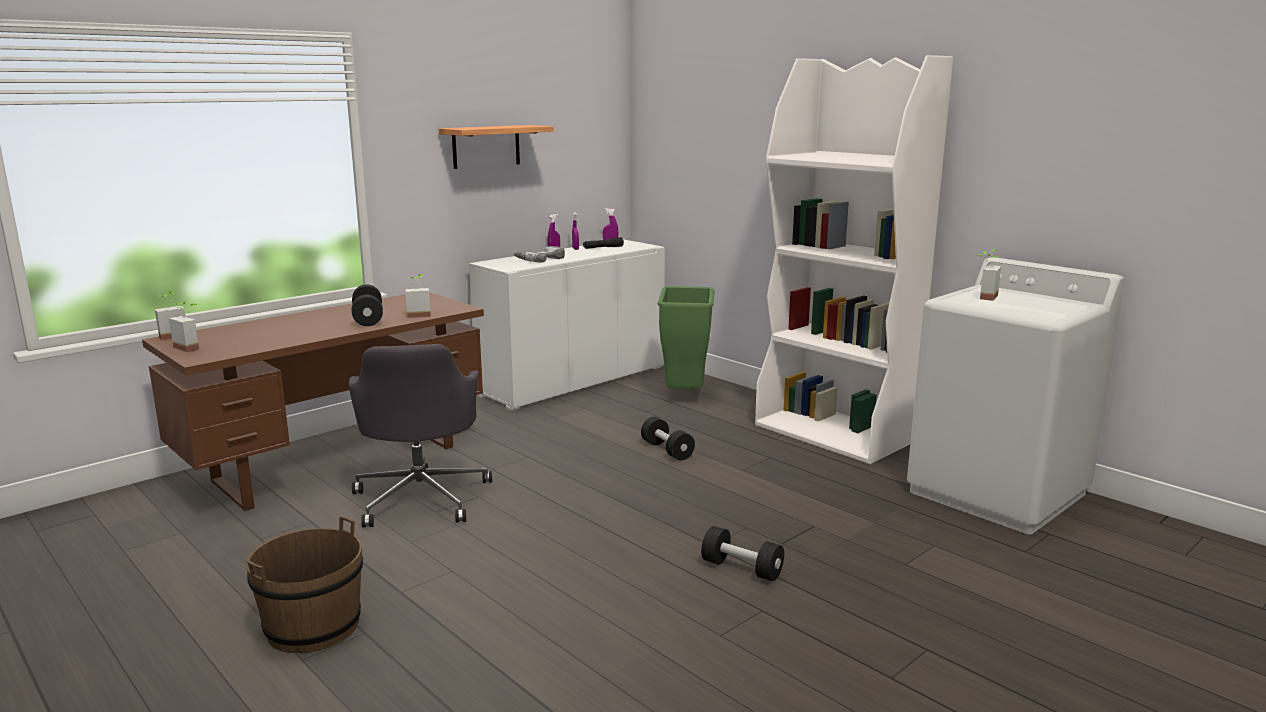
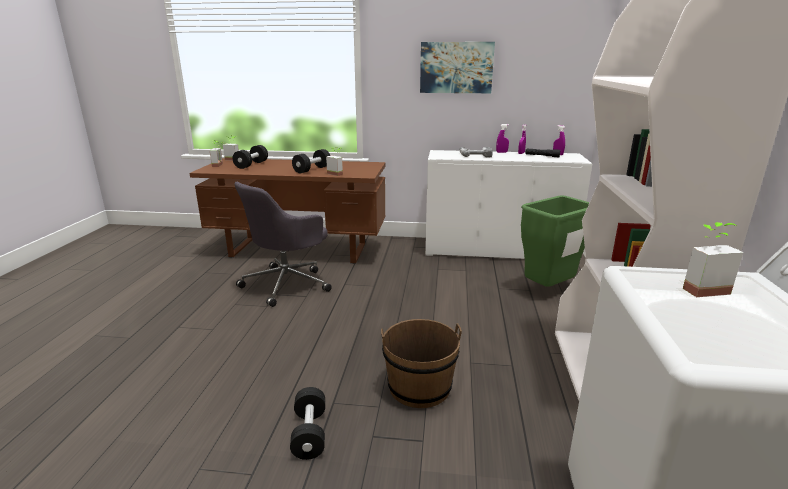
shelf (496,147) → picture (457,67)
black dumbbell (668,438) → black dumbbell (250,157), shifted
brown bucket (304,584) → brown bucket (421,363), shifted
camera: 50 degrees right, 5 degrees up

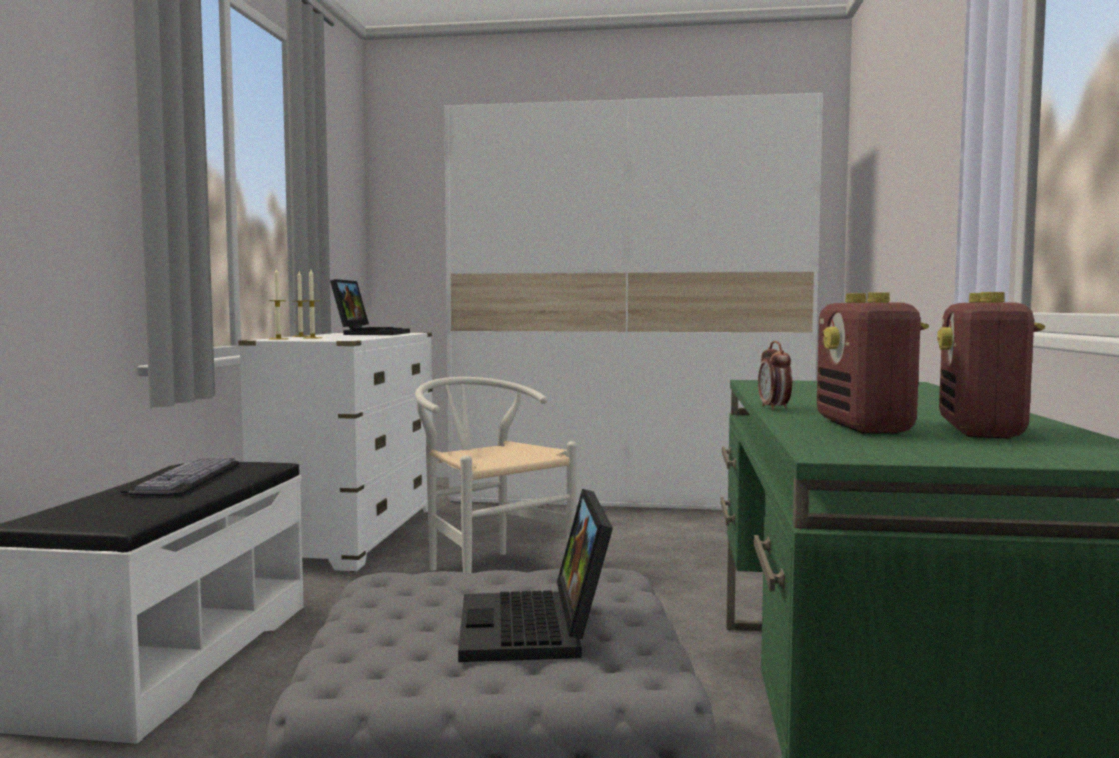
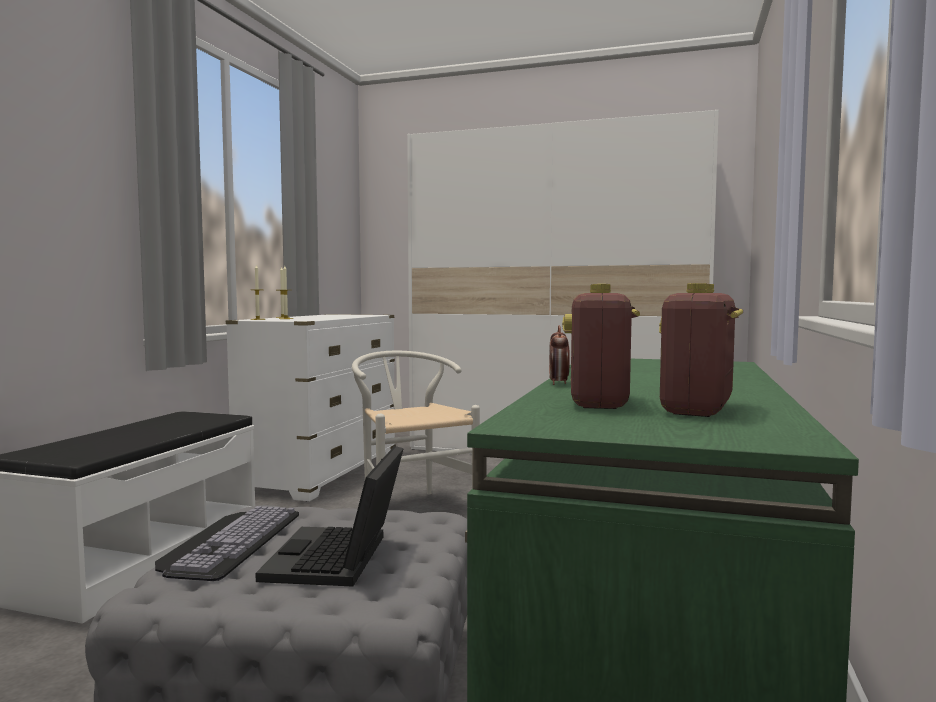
laptop (370,307) → -
keyboard (178,476) → keyboard (227,543), shifted
camera: 10 degrees right, 0 degrees up

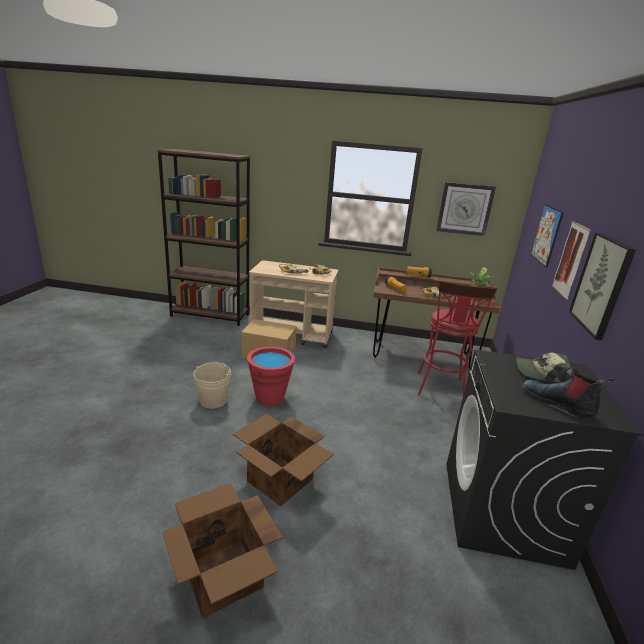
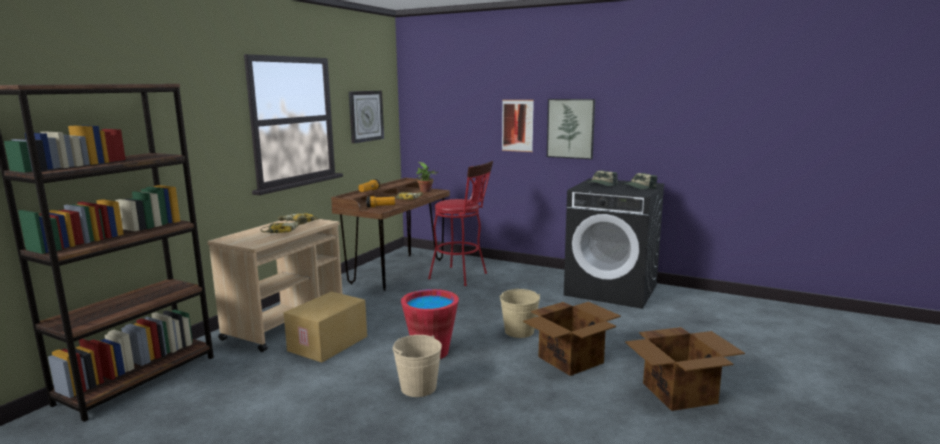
picture (547,236) → -
boot (569,393) → cap (639,181)
- → beige bucket (519,313)
camera: 70 degrees left, 10 degrees down

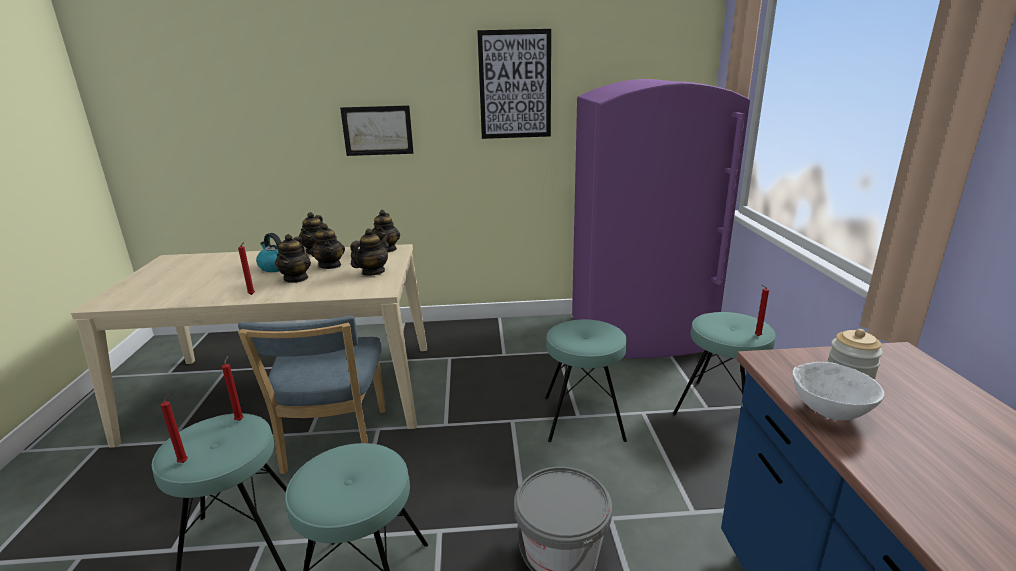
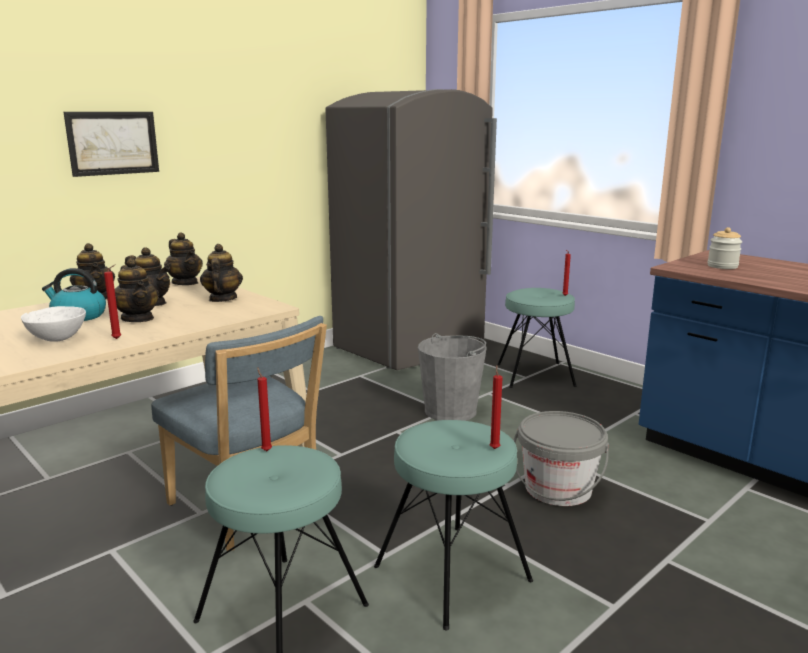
picture (514,84) → -
purple fridge (661,218) → grey fridge (411,229)
turquoise stool (586,380) → grey bucket (452,377)
white bowl (838,391) → white bowl (53,324), shifted
red candle (174,427) → red candle (496,407), shifted
camera: 40 degrees left, 5 degrees down

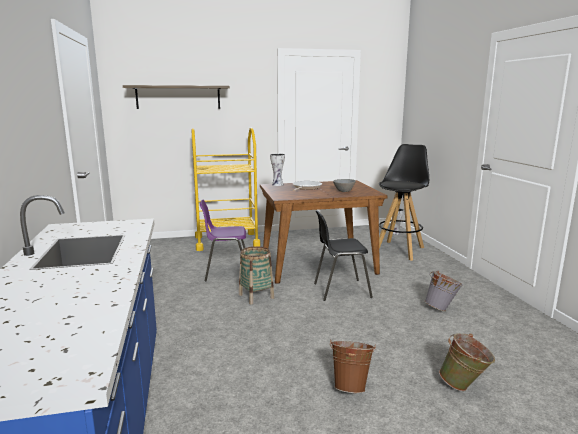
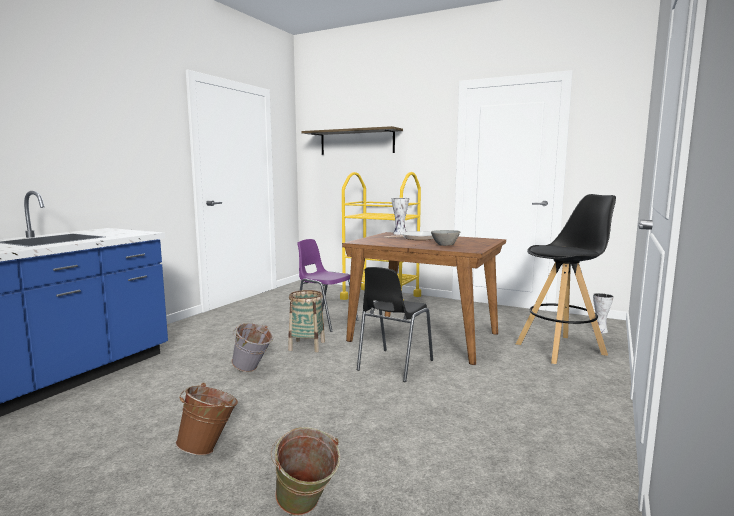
black chair (343,255) → black chair (395,324), 90 degrees counterclockwise
grey bucket (444,290) → grey bucket (252,347), shifted
camera: 40 degrees right, 5 degrees down

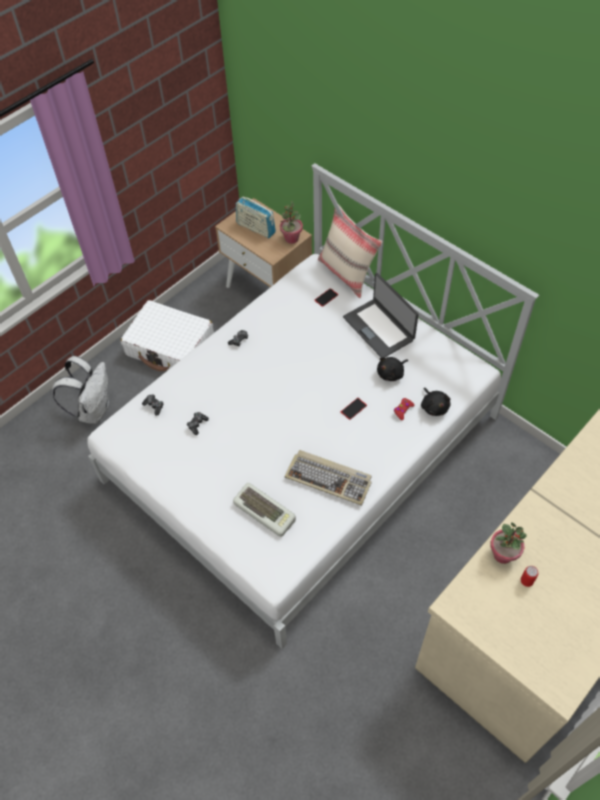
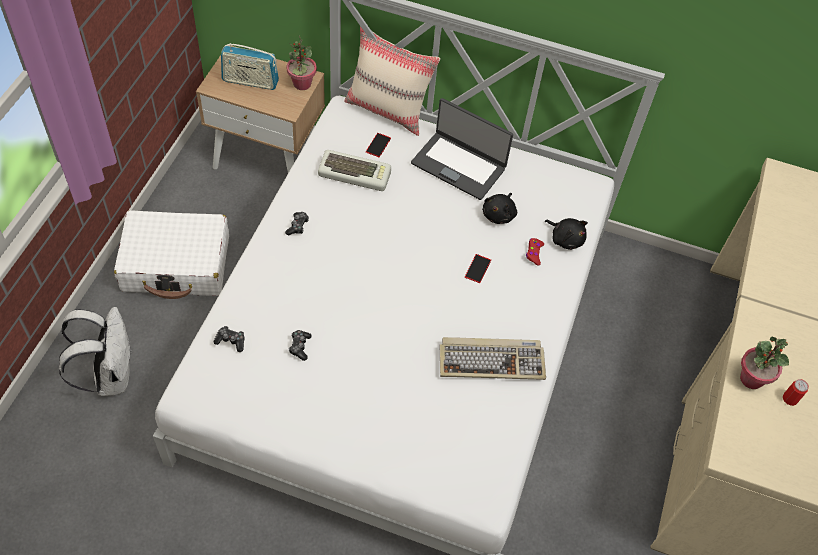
keyboard (264,510) → keyboard (354,170), shifted
camera: 30 degrees left, 0 degrees up

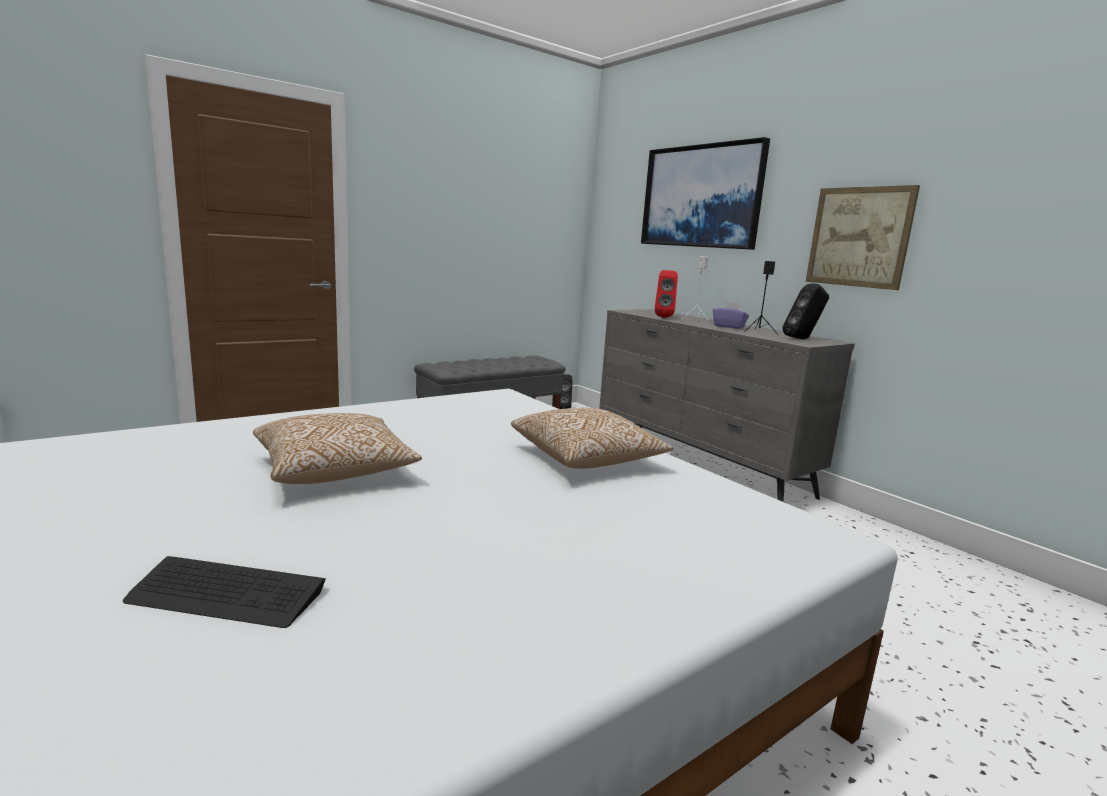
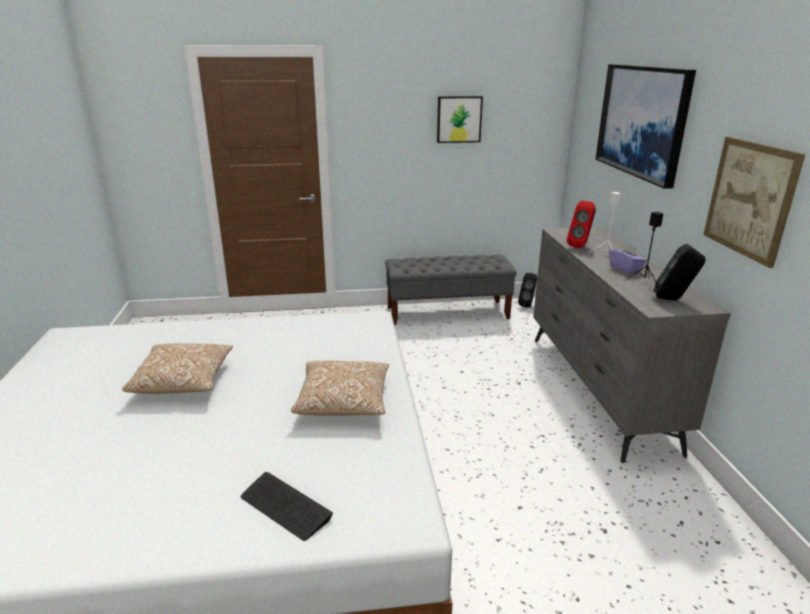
keyboard (224,592) → keyboard (287,506), shifted
- → picture (460,119)
camera: 30 degrees right, 10 degrees up

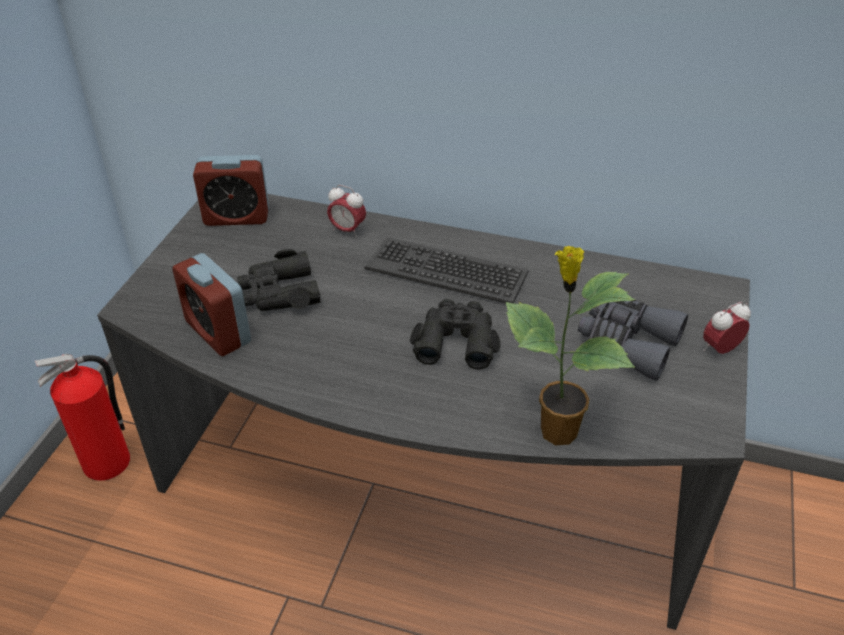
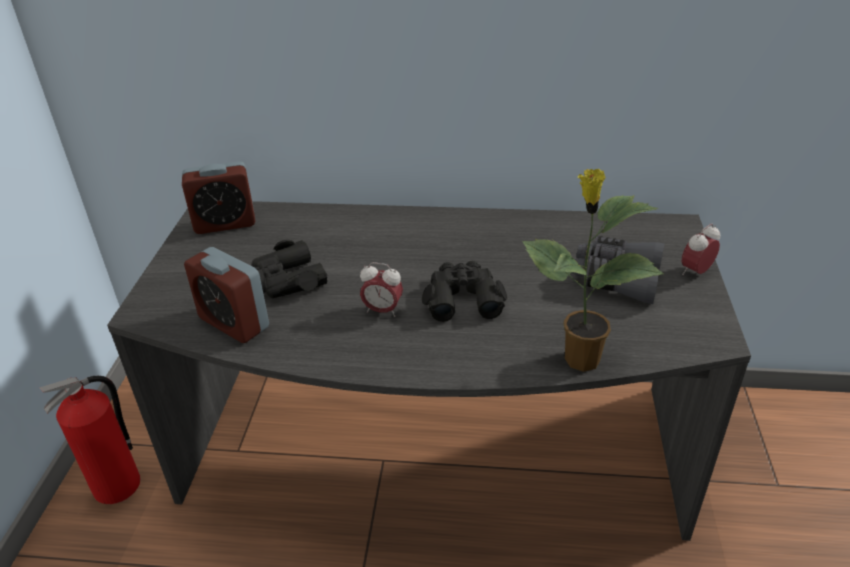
alarm clock (346,211) → alarm clock (381,289), shifted
keyboard (446,270) → -
camera: 10 degrees left, 5 degrees down

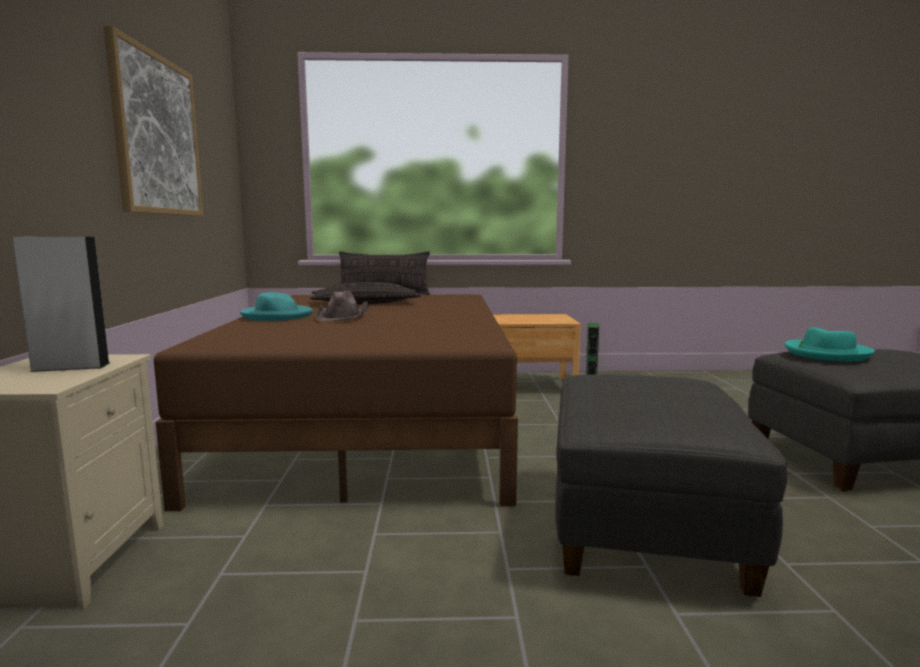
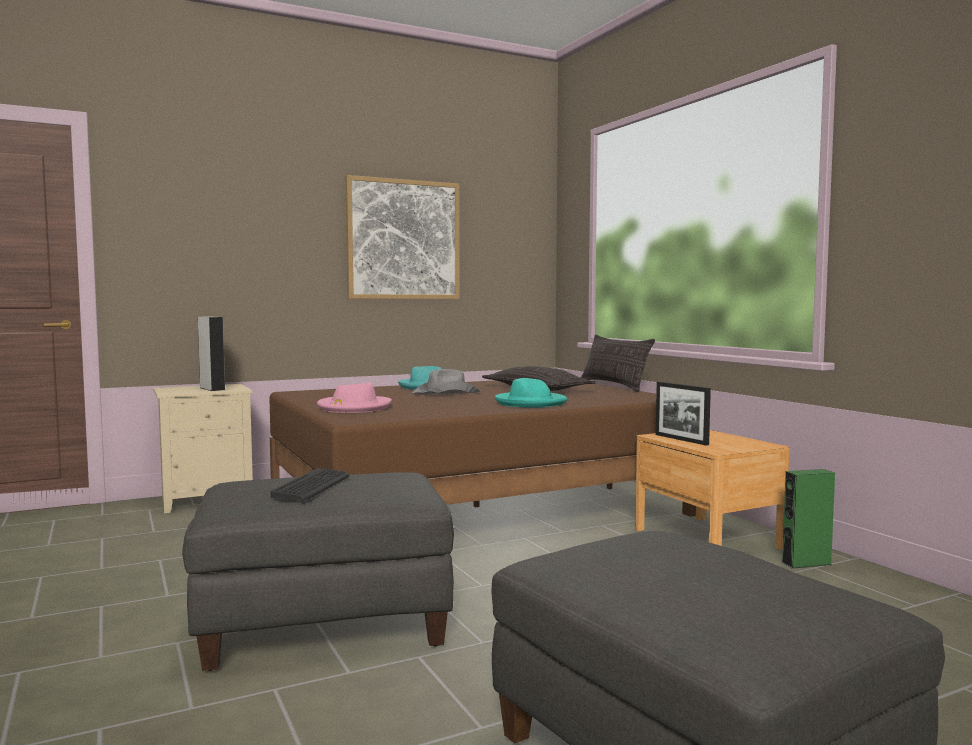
brown hat (342,306) → grey hat (446,382)
turquoise hat (829,344) → turquoise hat (531,393), shifted
- → pink hat (354,397)
- → picture frame (683,413)
- → keyboard (310,484)
camera: 65 degrees right, 5 degrees down

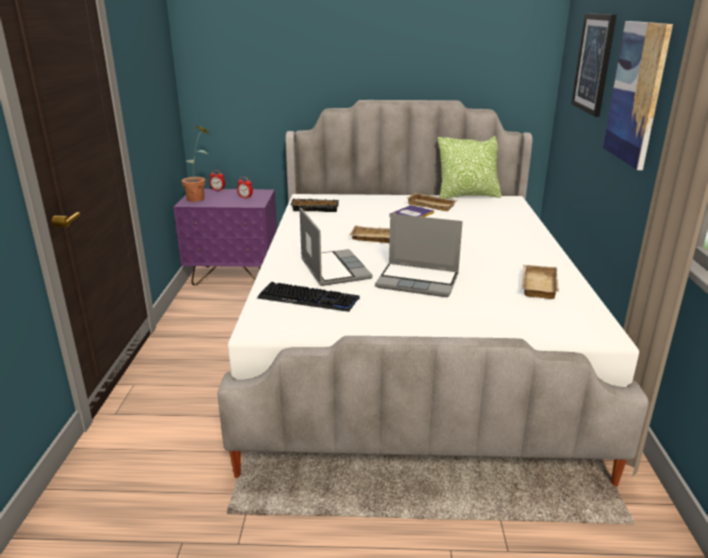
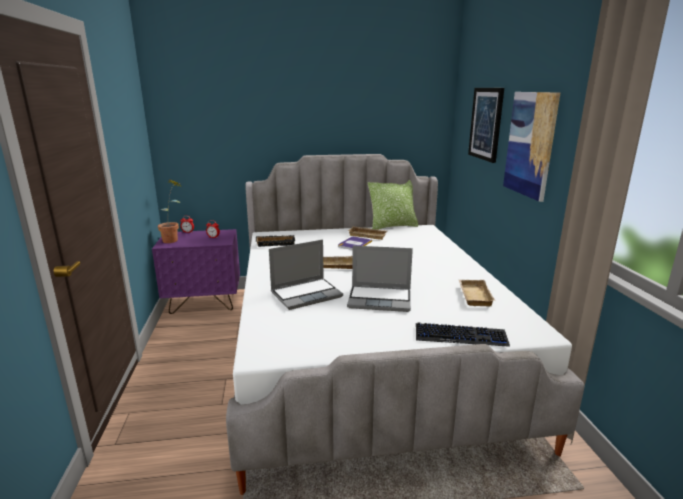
laptop (336,246) → laptop (306,275), 90 degrees clockwise
keyboard (308,297) → keyboard (463,335), shifted
camera: 10 degrees left, 5 degrees down

